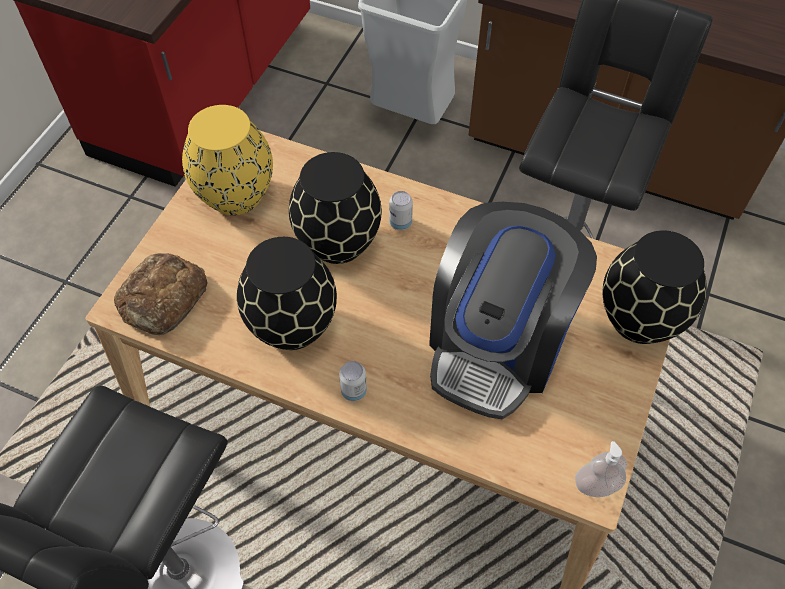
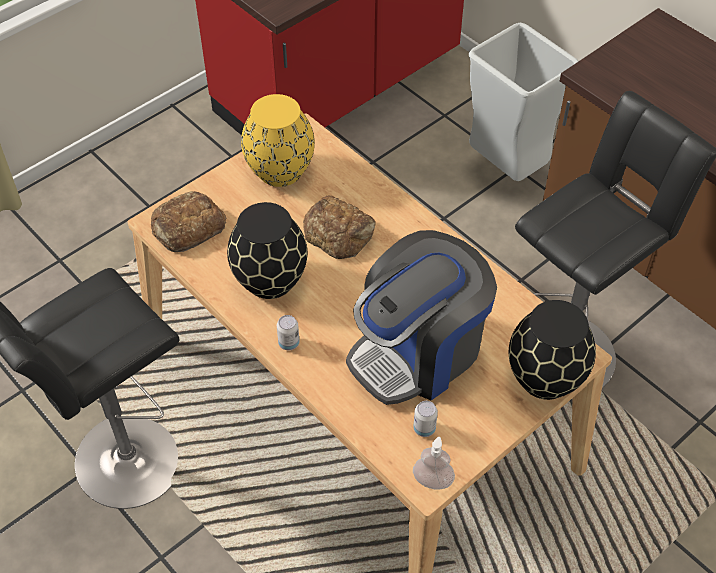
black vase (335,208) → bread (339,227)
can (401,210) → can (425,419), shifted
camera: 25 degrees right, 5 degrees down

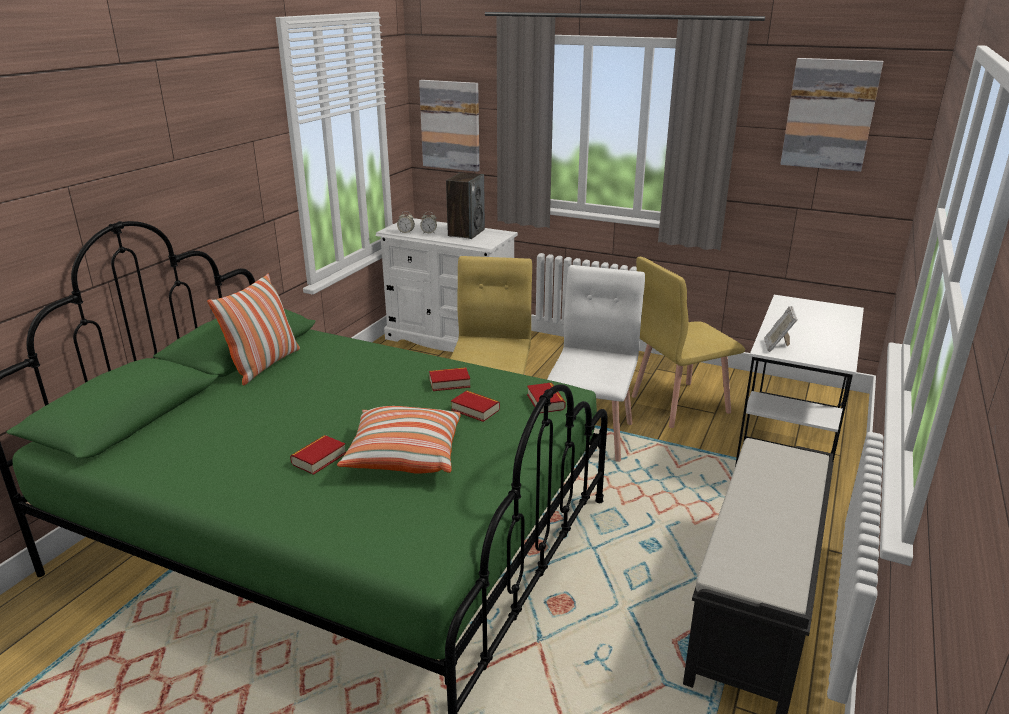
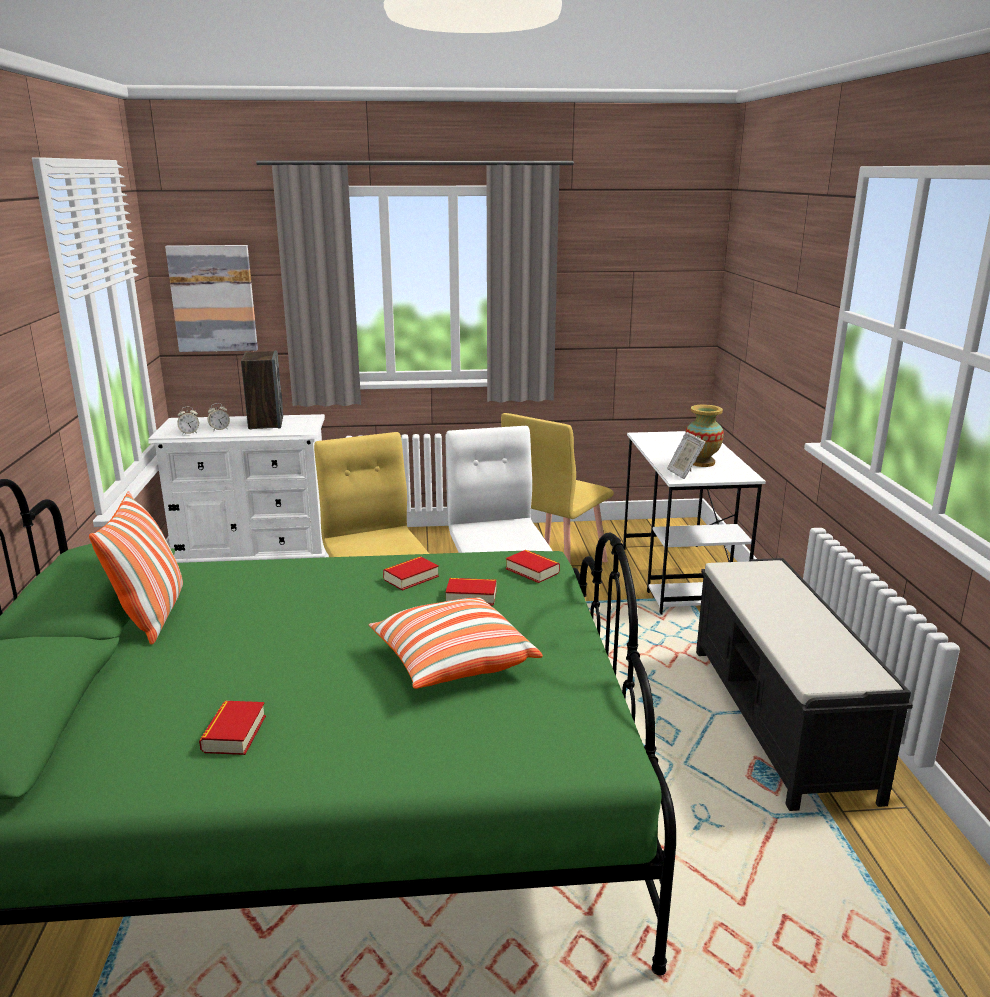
picture (831,115) → -
book (318,455) → book (232,728), shifted
- → vase (704,436)
camera: 30 degrees left, 5 degrees down

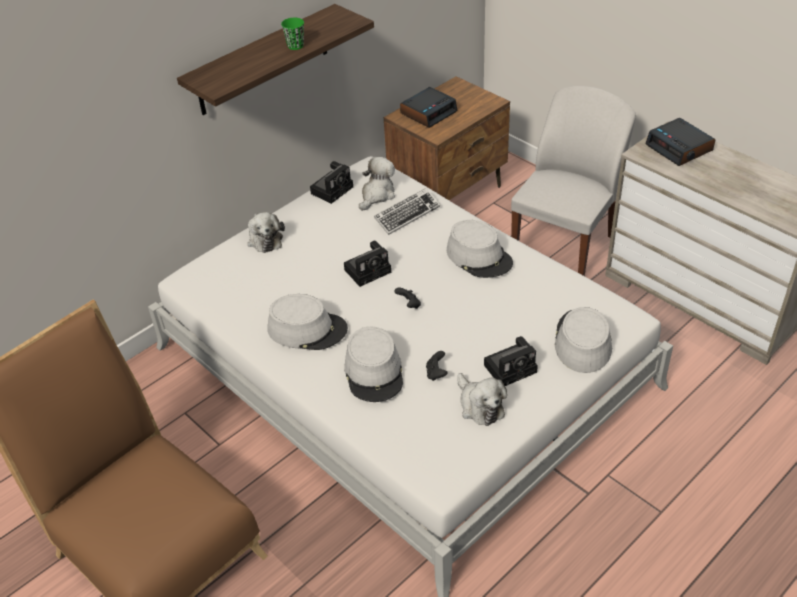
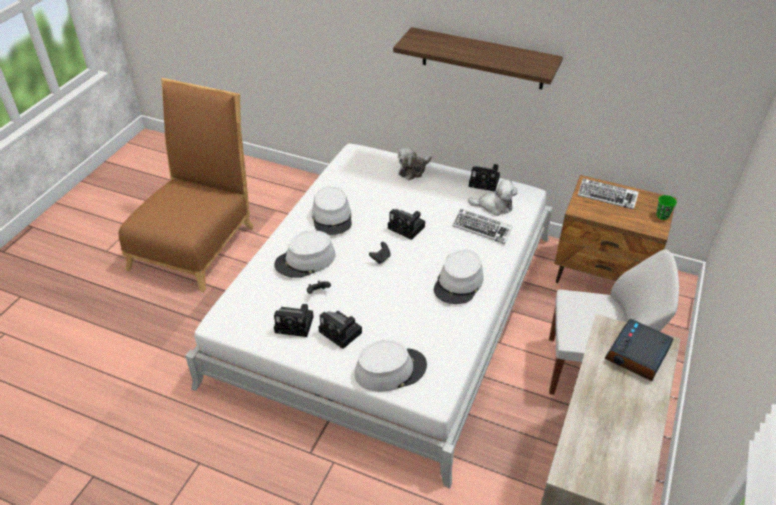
green cup (292,34) → green cup (666,207), shifted
alarm clock (429,107) → keyboard (608,194)
plush toy (482,399) → photo camera (294,320)
camera: 65 degrees right, 0 degrees up

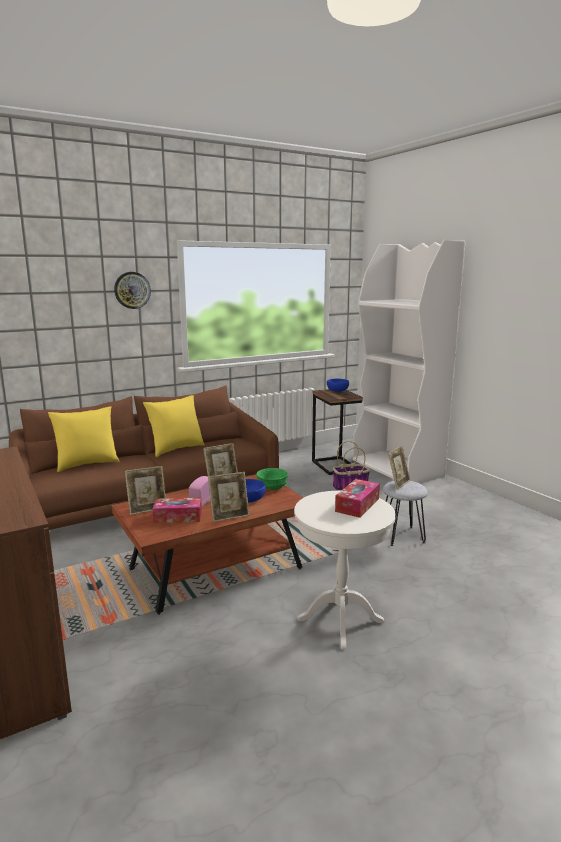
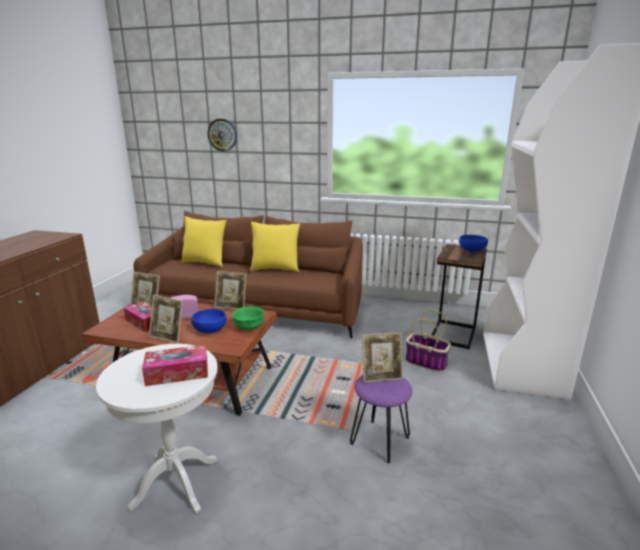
wall clock (132,290) → wall clock (222,135), shifted
grey stool (405,513) → purple stool (381,419)
camera: 45 degrees right, 5 degrees up

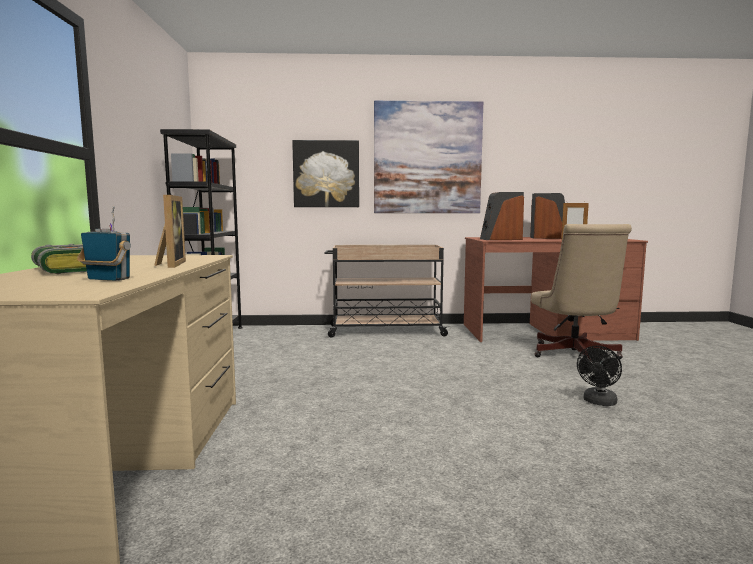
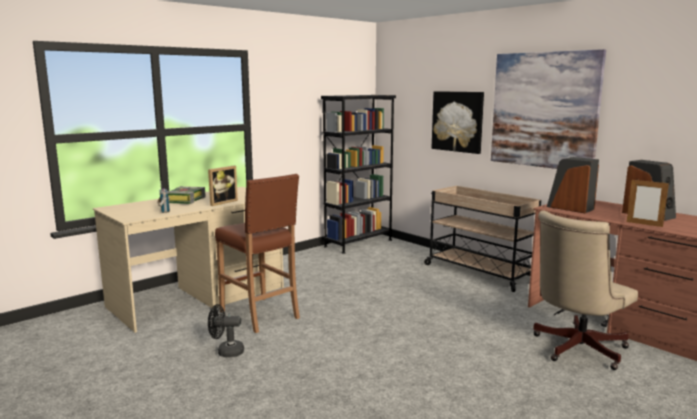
black fan (599,376) → black fan (226,330), shifted
- → brown stool (257,253)
camera: 50 degrees right, 5 degrees up

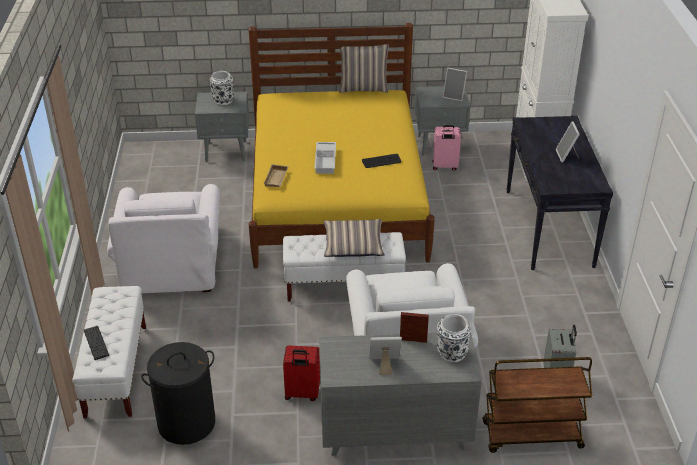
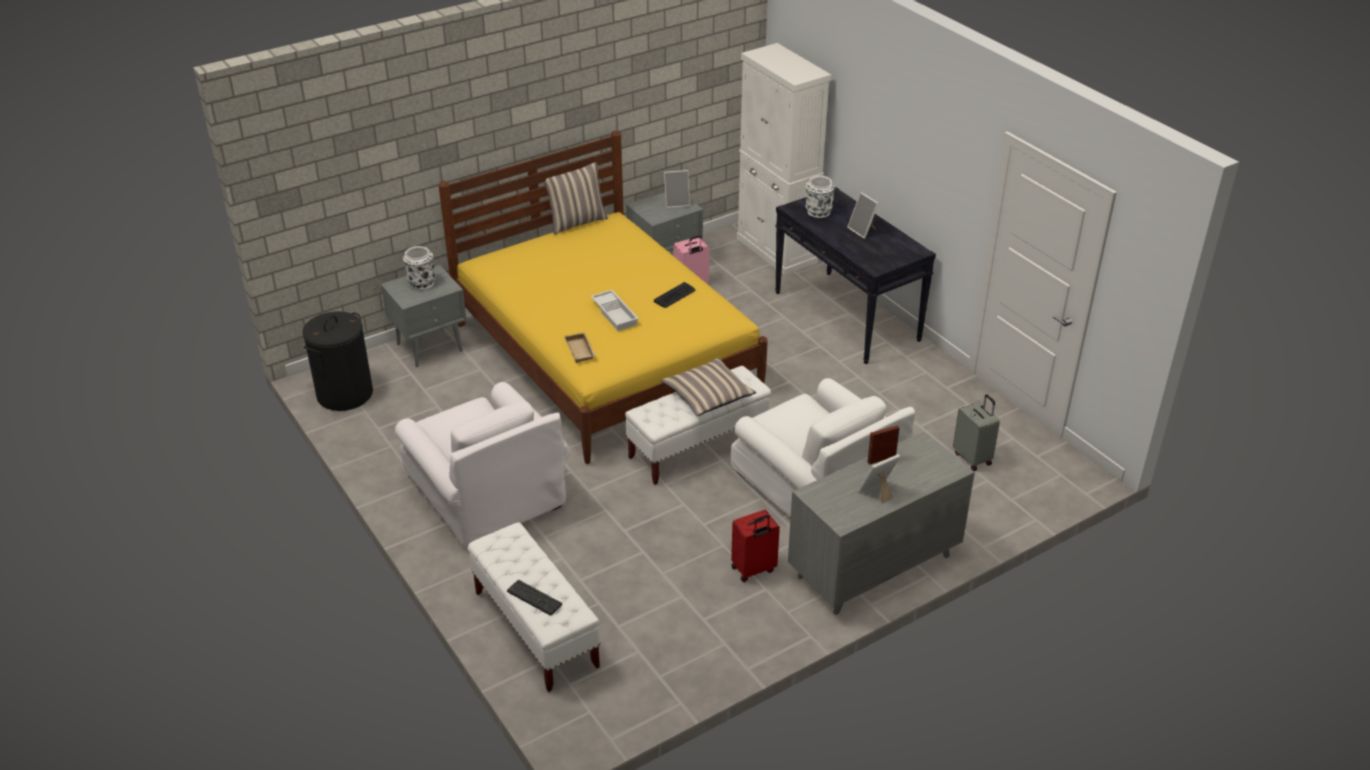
white vase (454,338) → white vase (820,197), shifted
black laundry basket (178,393) → black laundry basket (337,361), shifted
brown cart (537,405) → -
camera: 30 degrees left, 0 degrees up

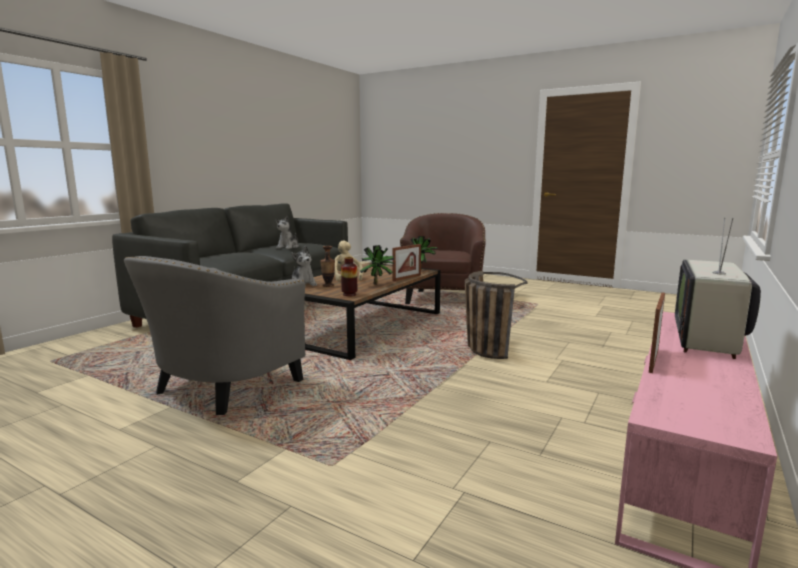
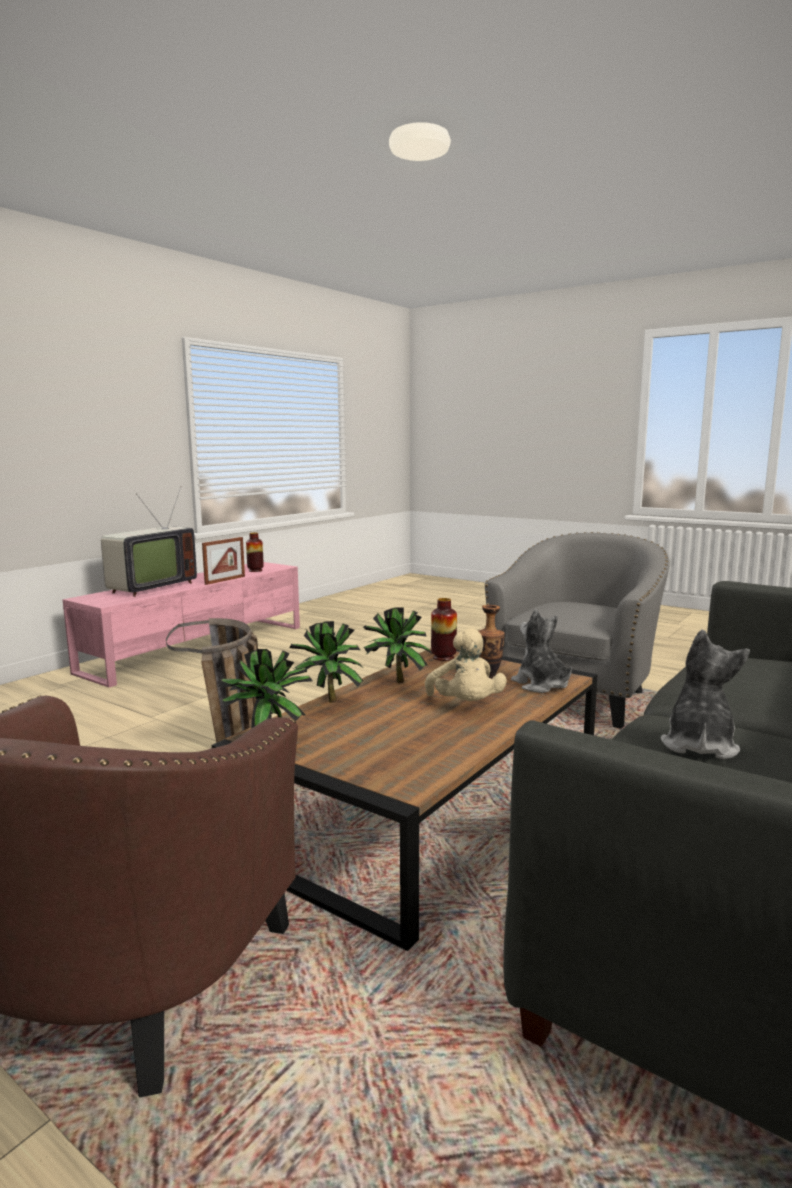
picture frame (406,262) → potted plant (327,662)
- → vase (255,552)
camera: 175 degrees left, 0 degrees up

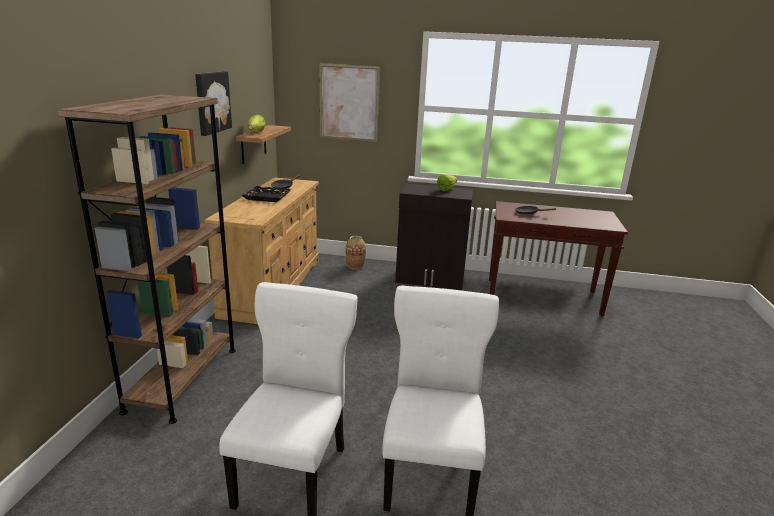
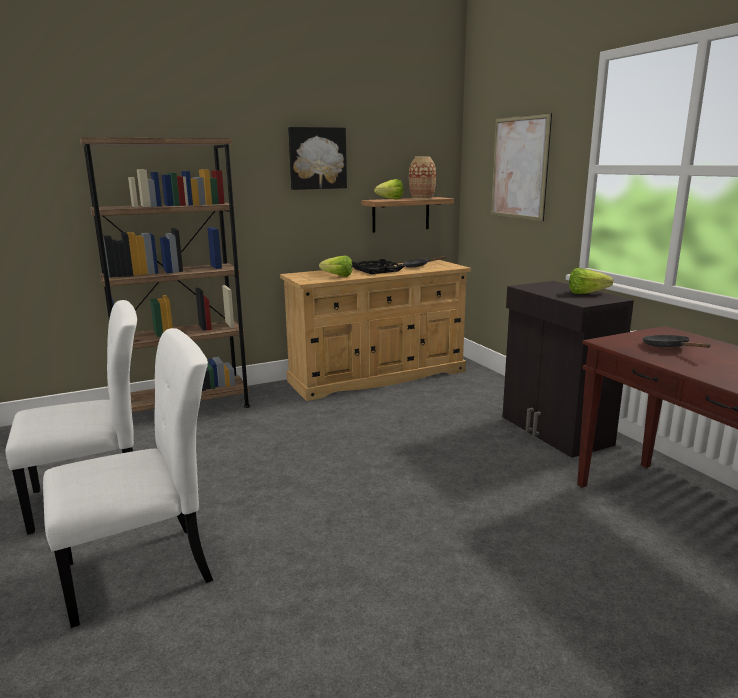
vase (355,253) → vase (422,177), shifted
- → lettuce (335,266)
camera: 55 degrees right, 5 degrees down

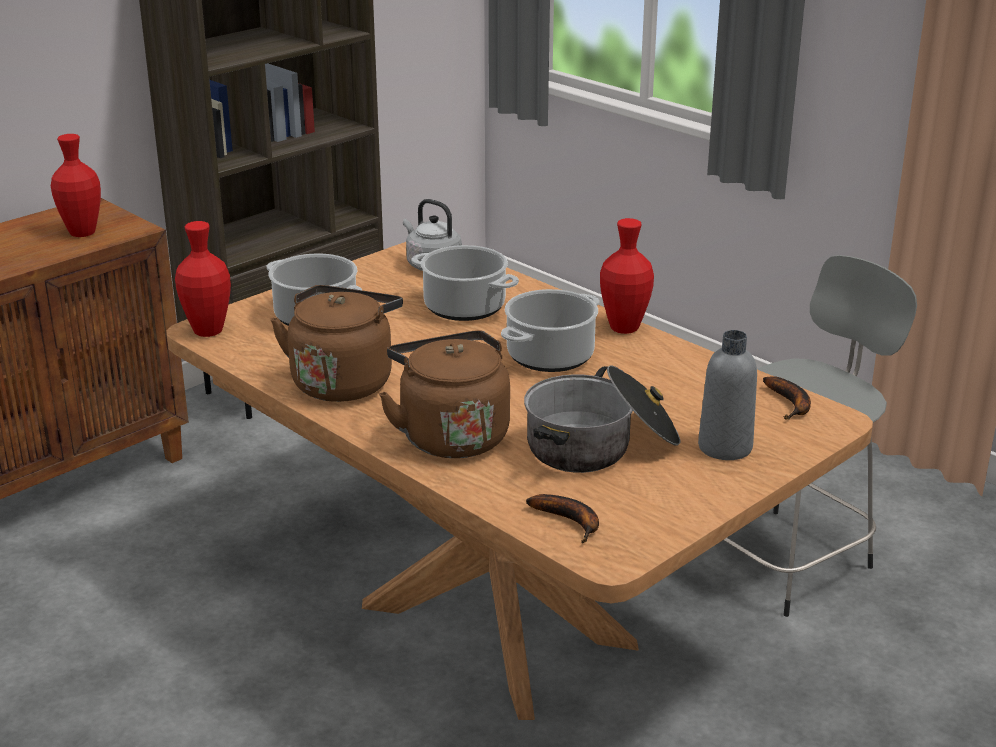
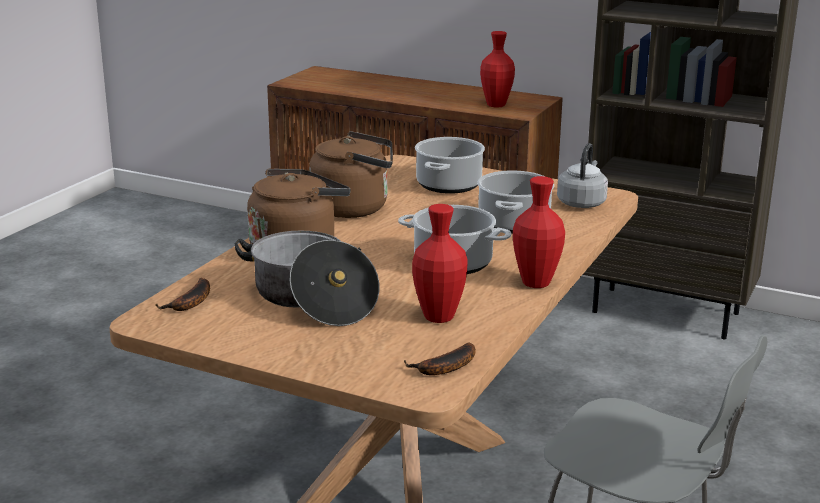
red vase (203,279) → red vase (440,263), shifted
grey bottle (727,395) → -
camera: 70 degrees right, 5 degrees down

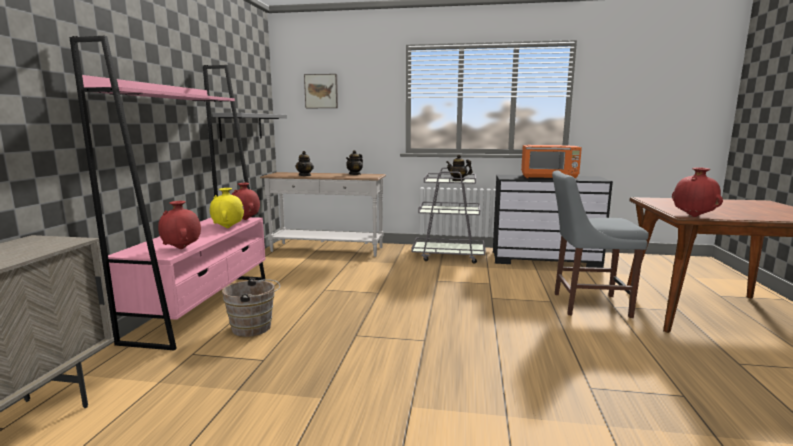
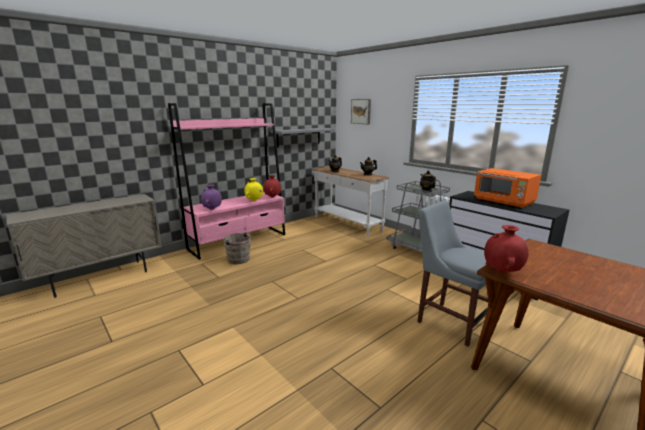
red vase (179,225) → purple vase (211,197)
camera: 40 degrees right, 5 degrees up

